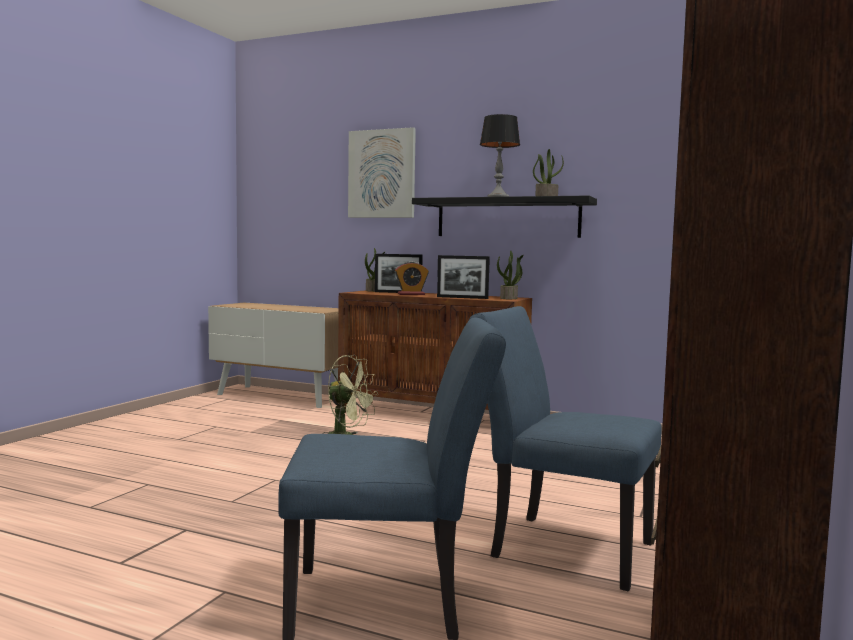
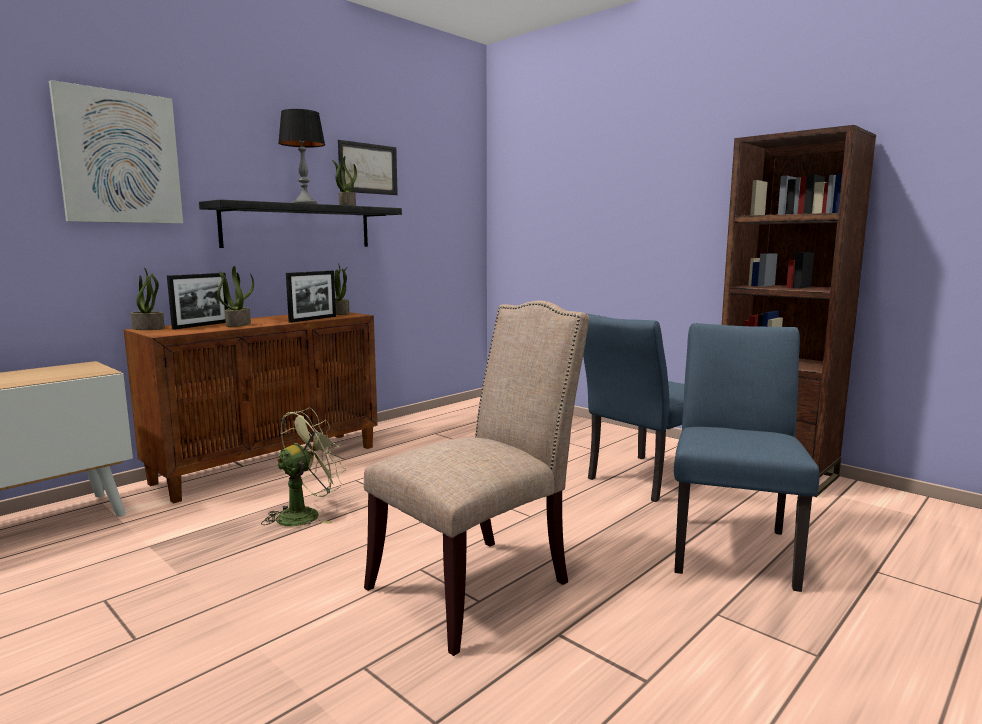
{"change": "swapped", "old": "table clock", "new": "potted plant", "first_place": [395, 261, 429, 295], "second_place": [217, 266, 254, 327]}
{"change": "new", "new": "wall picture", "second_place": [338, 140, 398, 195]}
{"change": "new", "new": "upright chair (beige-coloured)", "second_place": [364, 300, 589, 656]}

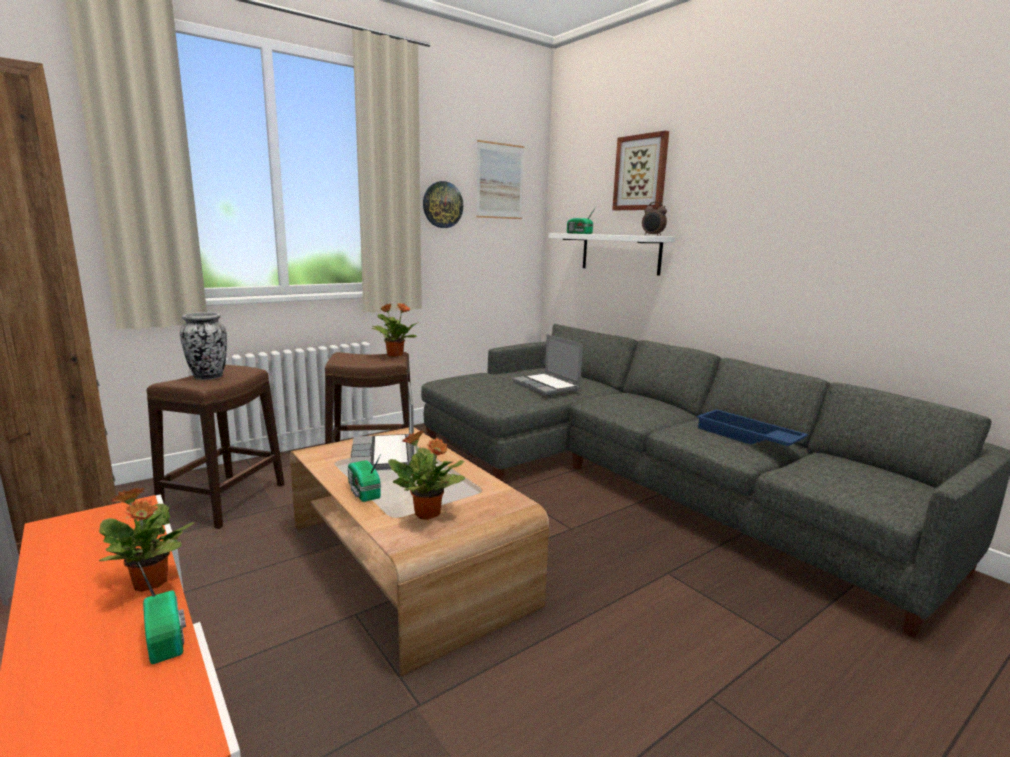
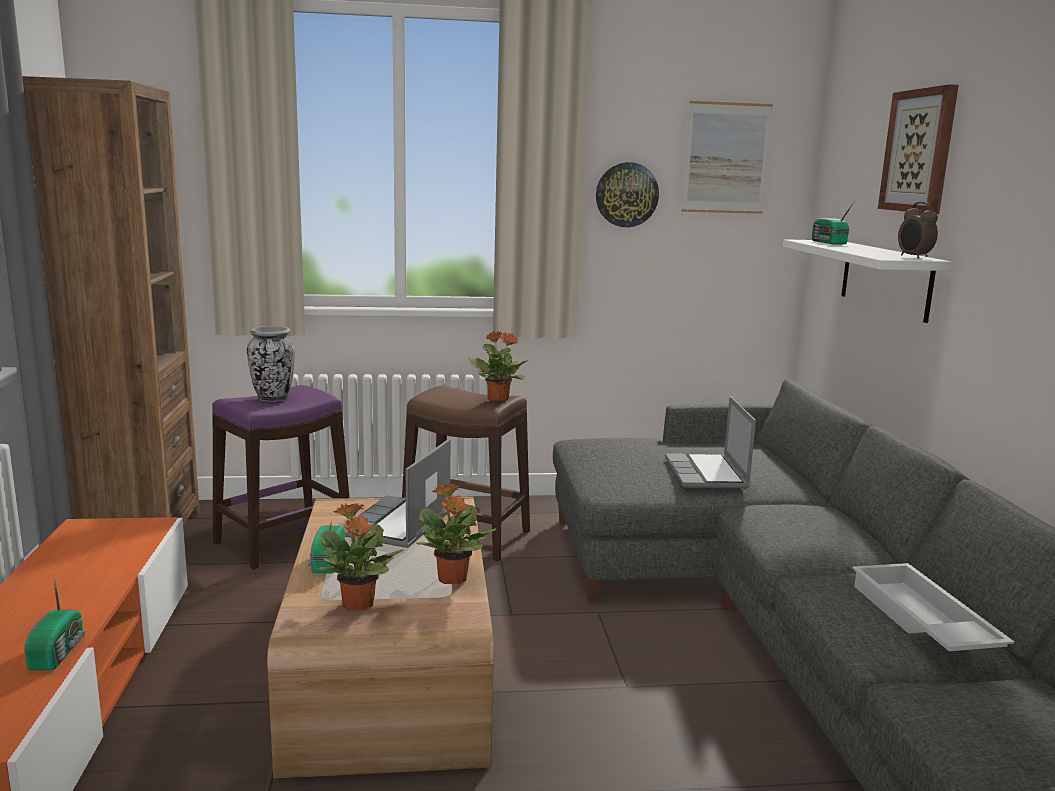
{"change": "shifted", "old": "potted plant", "first_place": [99, 488, 194, 592], "second_place": [416, 484, 496, 584]}
{"change": "repainted", "old": "sitting stool (brownish)", "new": "sitting stool (purple-coloured)", "first_place": [147, 365, 284, 529], "second_place": [212, 385, 349, 570]}
{"change": "repainted", "old": "tray (blue)", "new": "tray (white)", "first_place": [697, 409, 808, 446], "second_place": [852, 563, 1014, 651]}

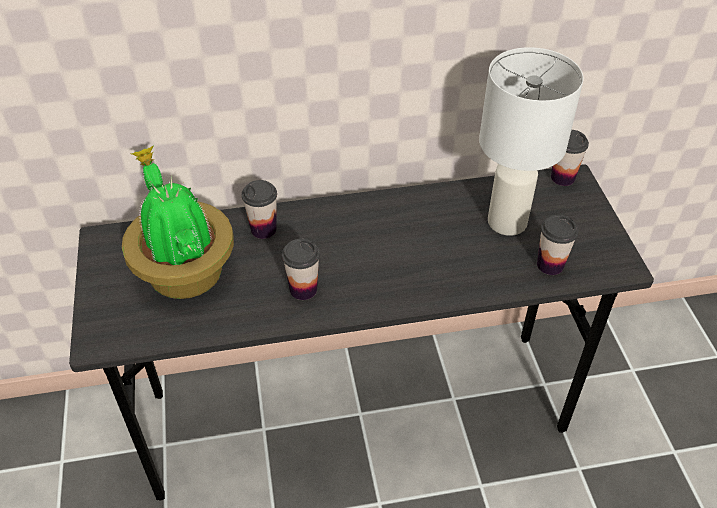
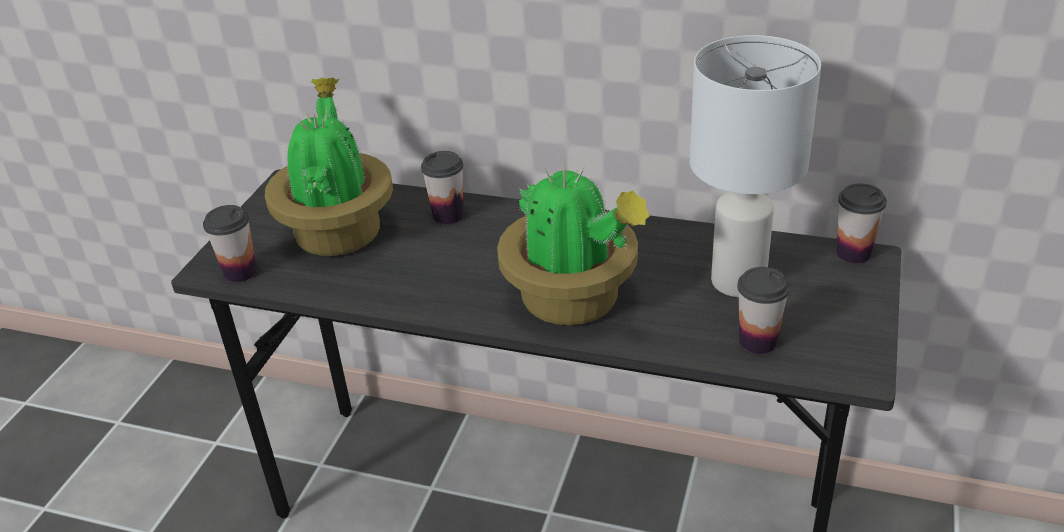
{"change": "shifted", "old": "cup", "first_place": [282, 239, 320, 300], "second_place": [203, 205, 257, 282]}
{"change": "new", "new": "potted plant", "second_place": [497, 156, 650, 325]}

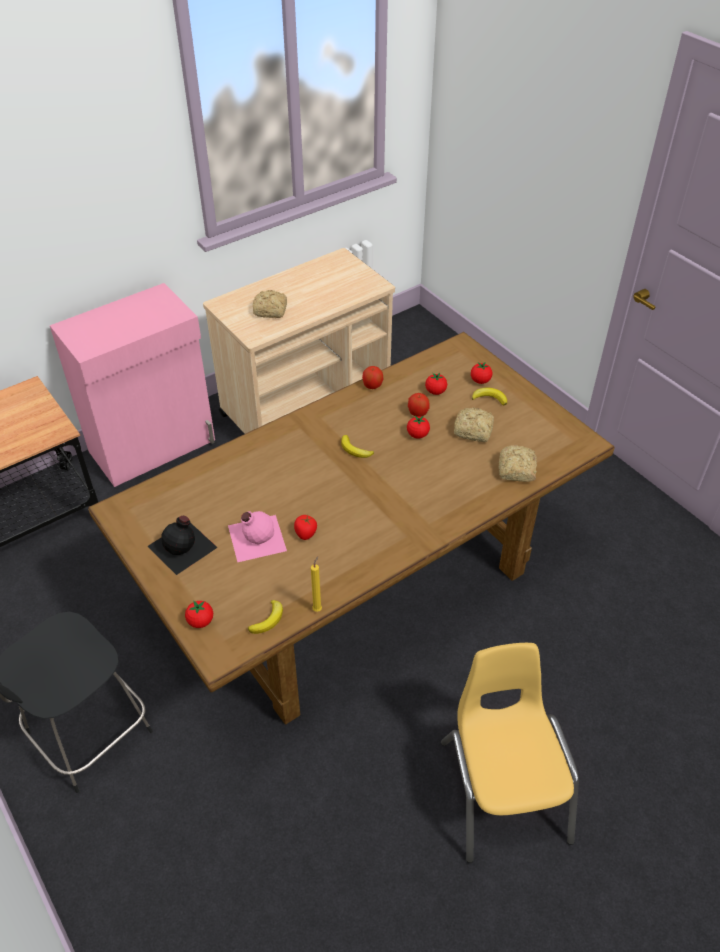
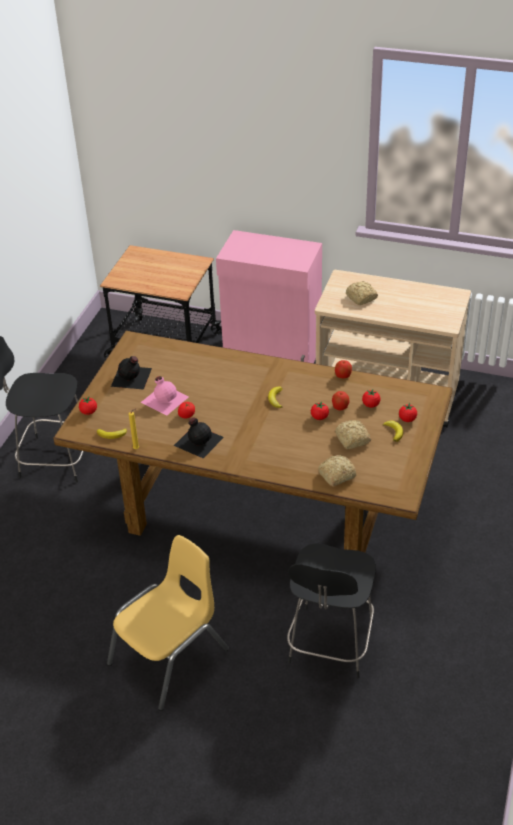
{"change": "new", "new": "bottle (black-coloured)", "second_place": [174, 417, 224, 458]}
{"change": "new", "new": "sitting stool (black-coloured)", "second_place": [287, 543, 376, 678]}

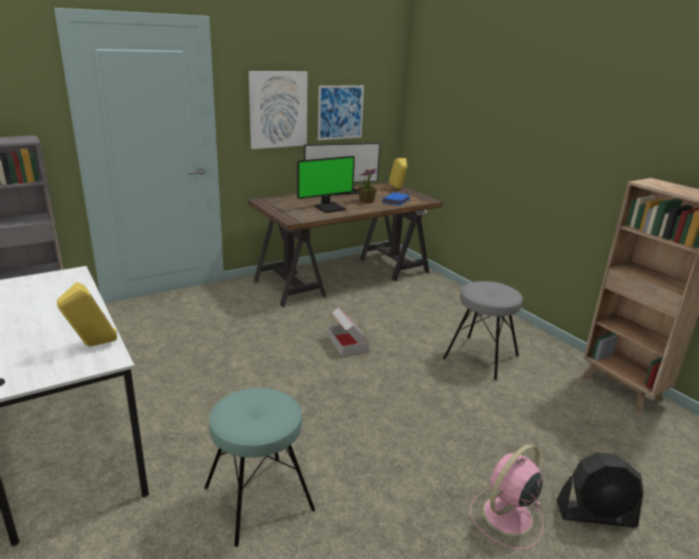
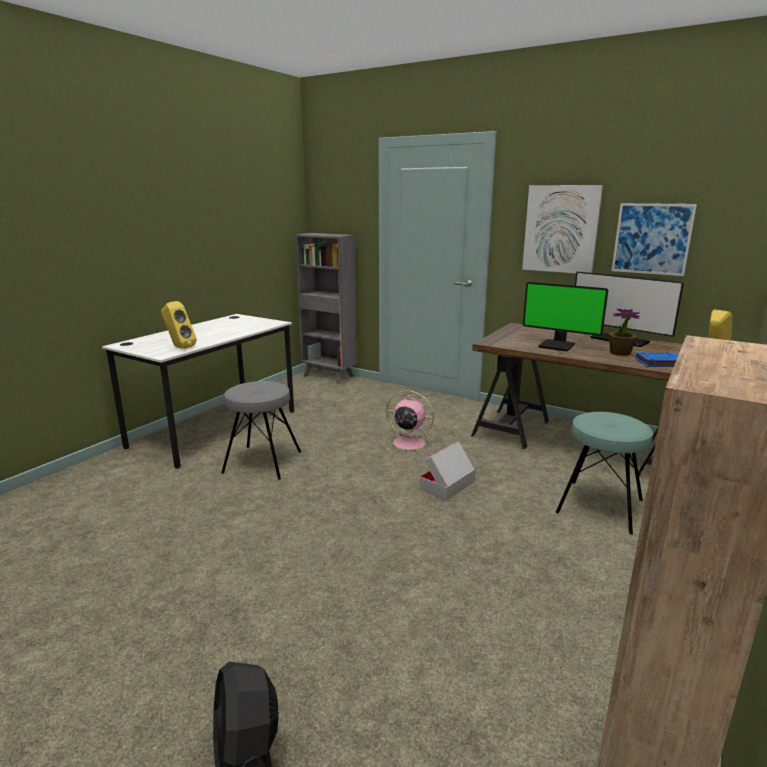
{"change": "shifted", "old": "sitting stool (blue-green)", "first_place": [204, 388, 315, 547], "second_place": [556, 412, 653, 534]}
{"change": "shifted", "old": "sitting stool (greyish)", "first_place": [443, 281, 523, 380], "second_place": [221, 381, 301, 480]}
{"change": "shifted", "old": "cooling fan (pink-coloured)", "first_place": [470, 444, 543, 549], "second_place": [384, 390, 434, 453]}

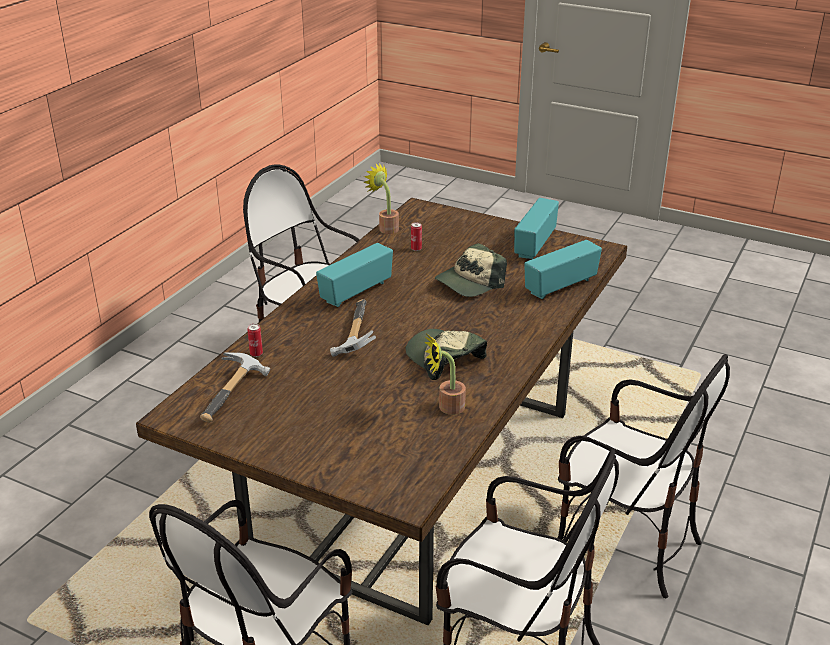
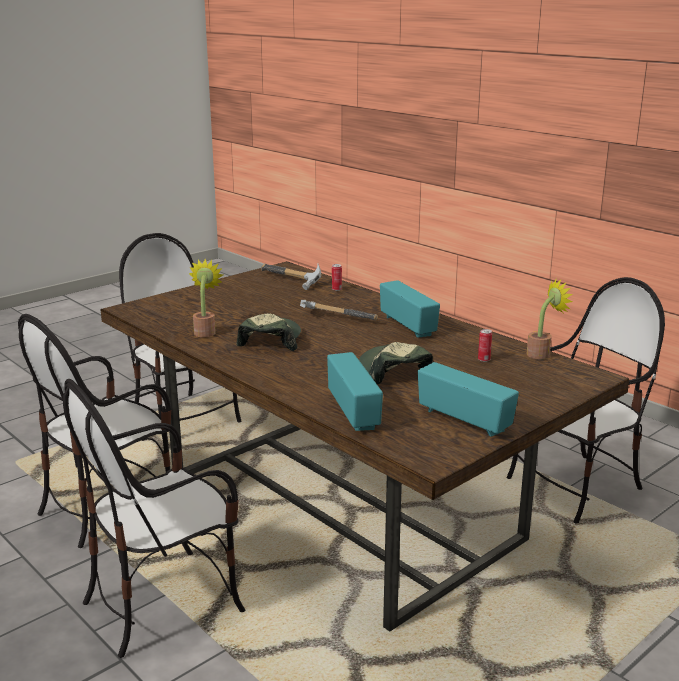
{"change": "rotated", "old": "peaked cap", "first_place": [406, 329, 487, 380], "second_place": [237, 313, 301, 351], "degrees": -60}

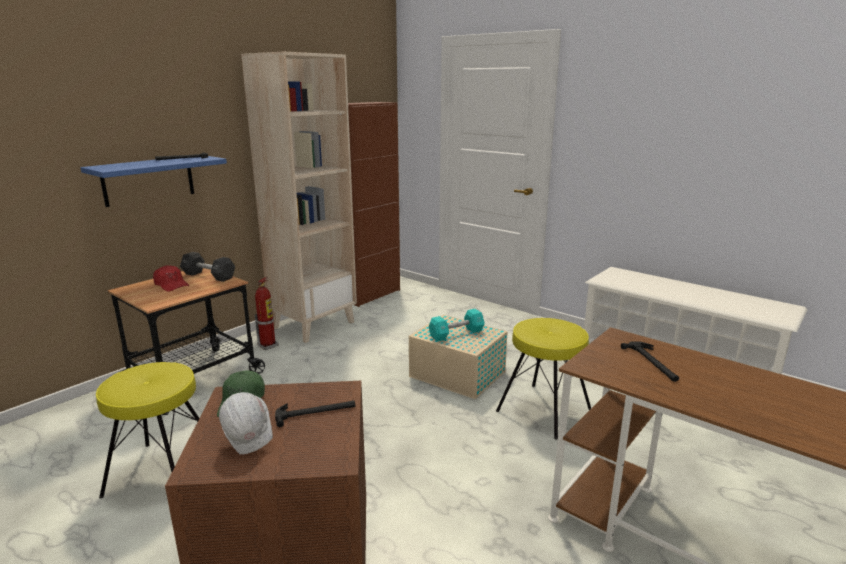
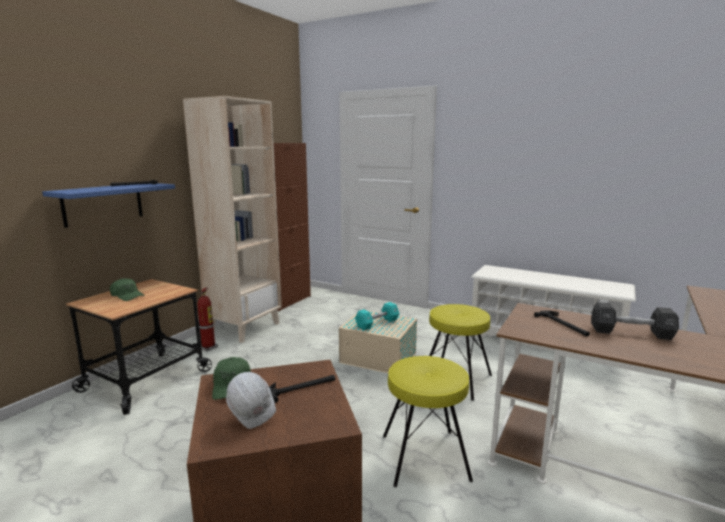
{"change": "shifted", "old": "sitting stool (yellow)", "first_place": [96, 362, 199, 499], "second_place": [383, 356, 473, 487]}
{"change": "repainted", "old": "peaked cap (red-coloured)", "new": "peaked cap (green)", "first_place": [153, 265, 189, 292], "second_place": [110, 278, 145, 301]}
{"change": "shifted", "old": "dumbbell (black-coloured)", "first_place": [180, 252, 235, 282], "second_place": [591, 302, 679, 340]}

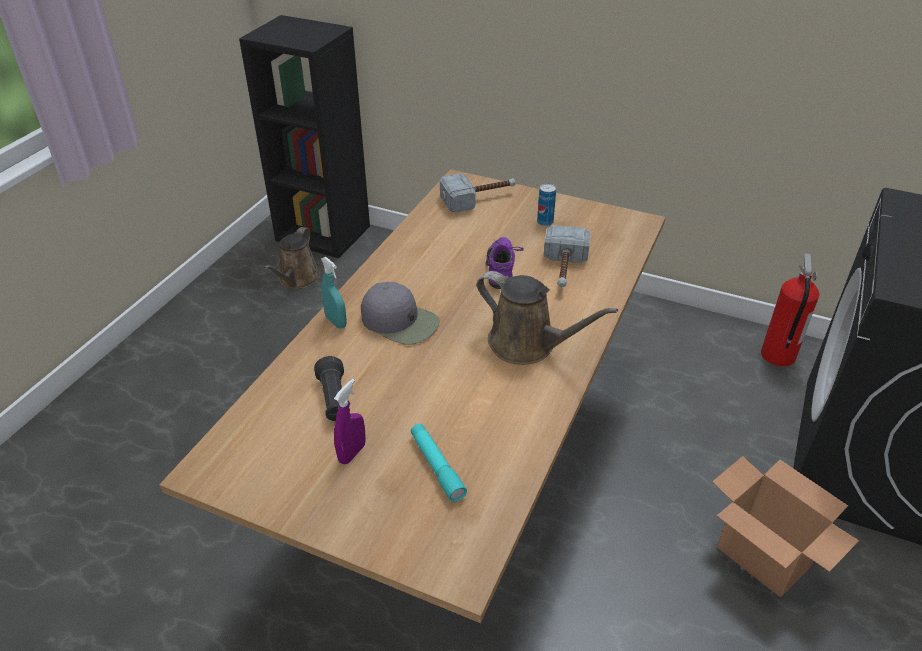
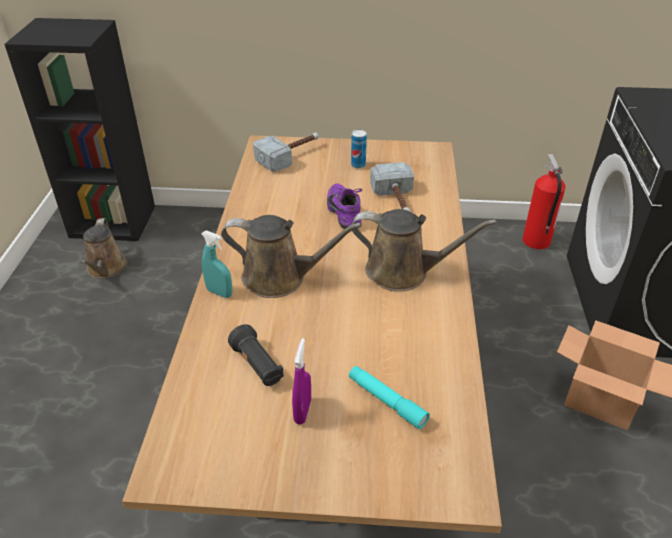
{"change": "swapped", "old": "peaked cap (greyish)", "new": "watering can (brownish)", "first_place": [361, 282, 440, 345], "second_place": [221, 215, 362, 298]}

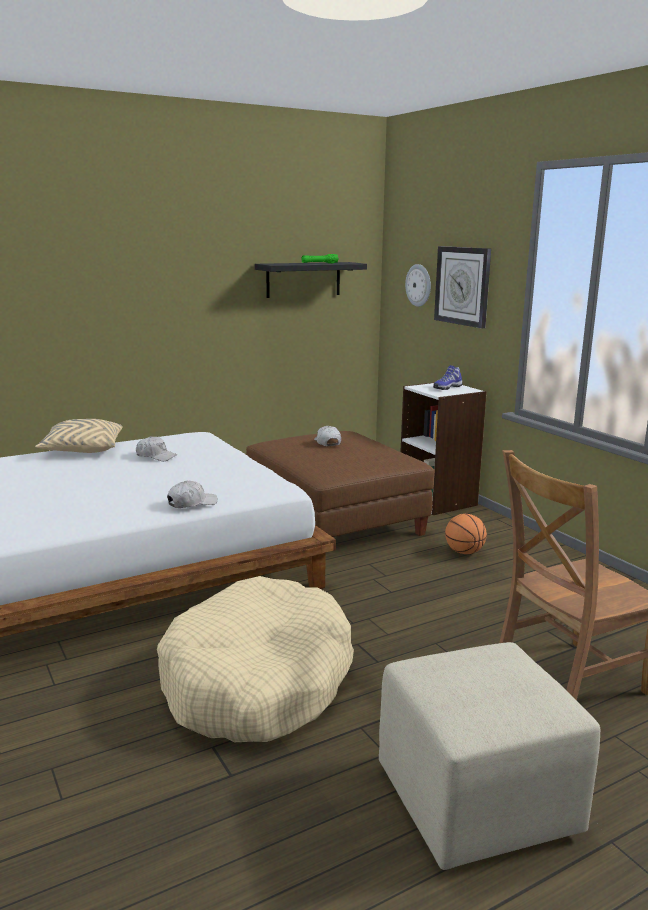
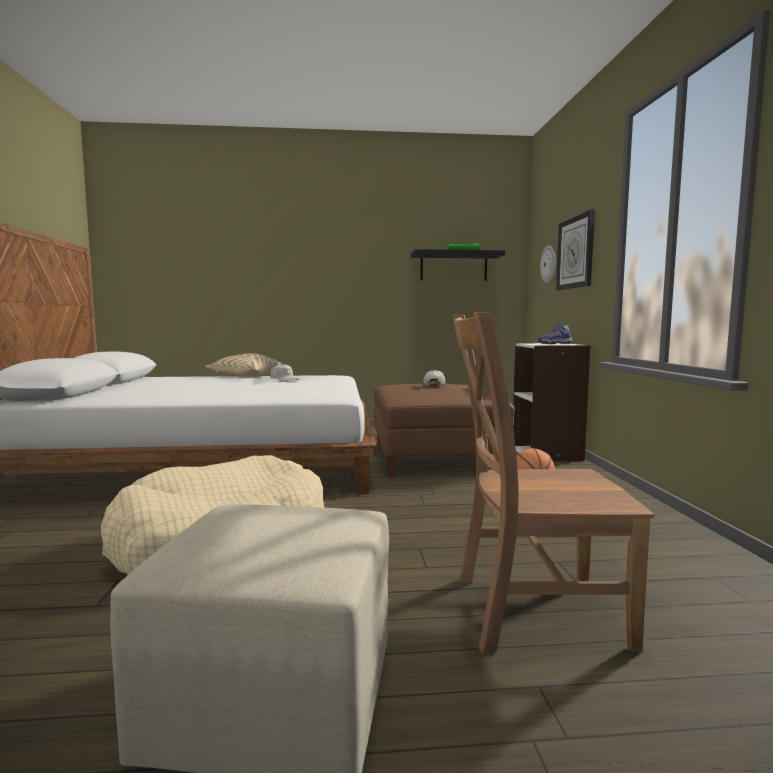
{"change": "gone", "old": "peaked cap (white)", "first_place": [167, 480, 218, 508]}

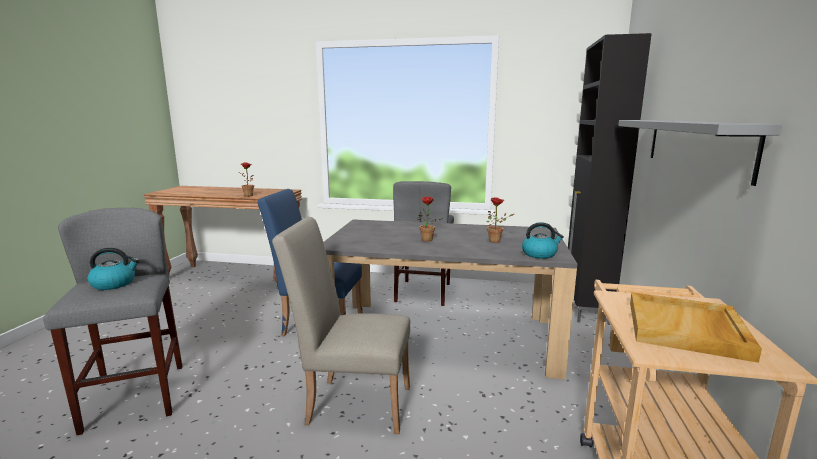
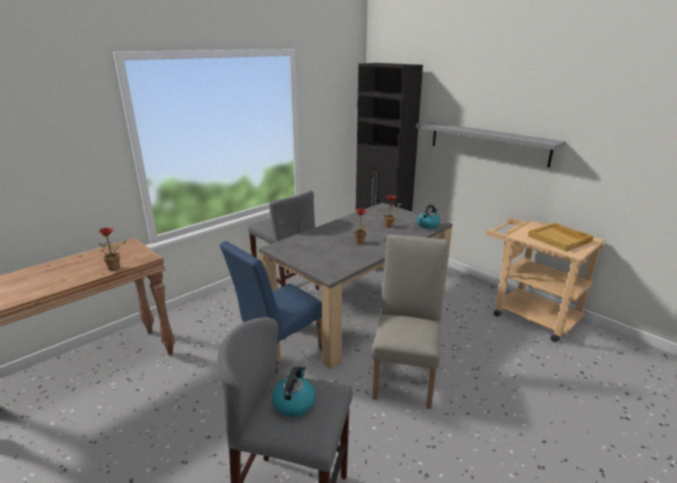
{"change": "rotated", "old": "upright chair (beige-coloured)", "first_place": [272, 217, 410, 434], "second_place": [372, 235, 448, 409], "degrees": 150}

